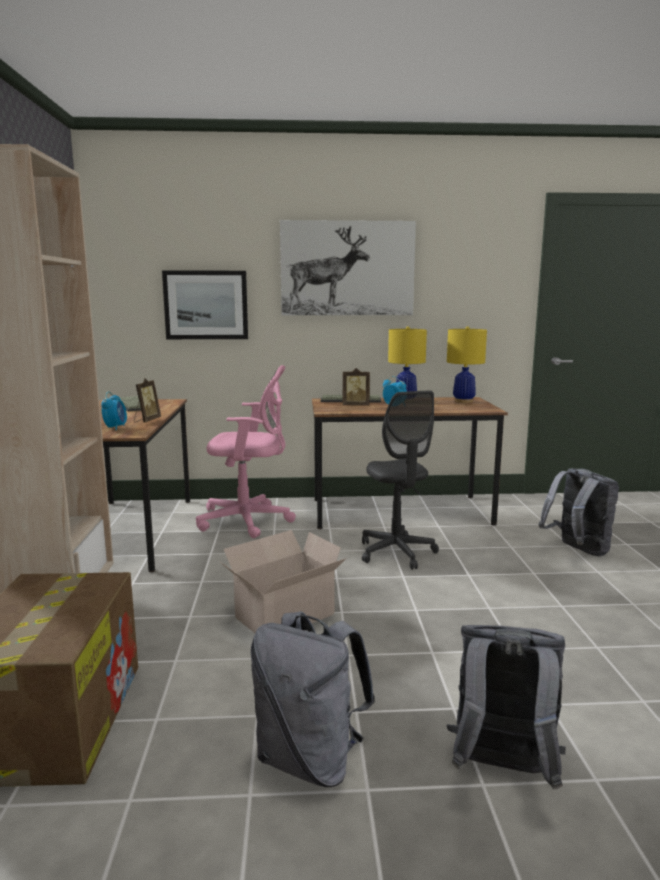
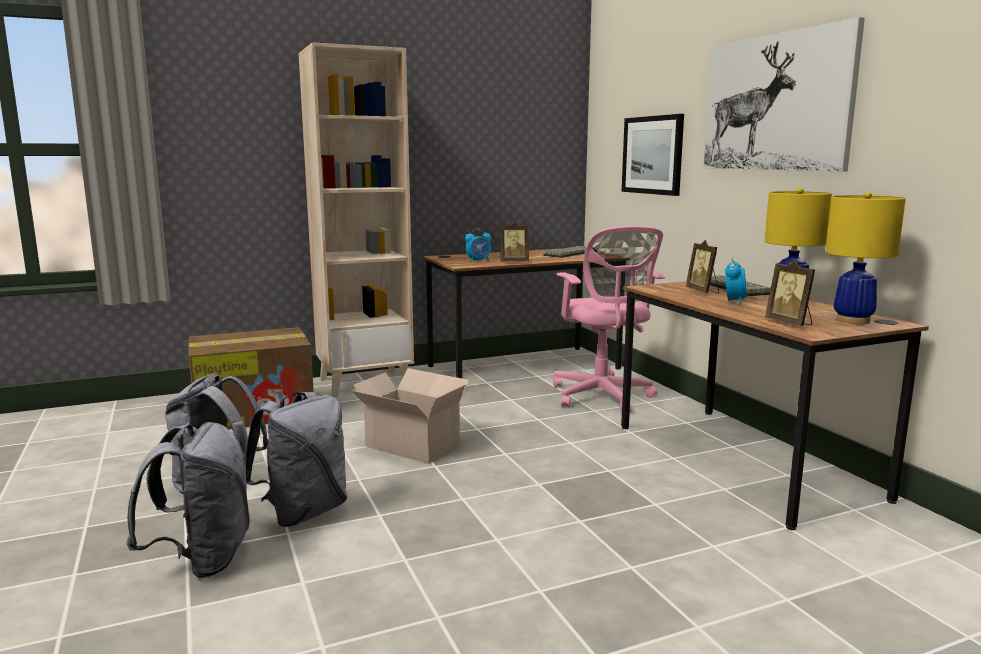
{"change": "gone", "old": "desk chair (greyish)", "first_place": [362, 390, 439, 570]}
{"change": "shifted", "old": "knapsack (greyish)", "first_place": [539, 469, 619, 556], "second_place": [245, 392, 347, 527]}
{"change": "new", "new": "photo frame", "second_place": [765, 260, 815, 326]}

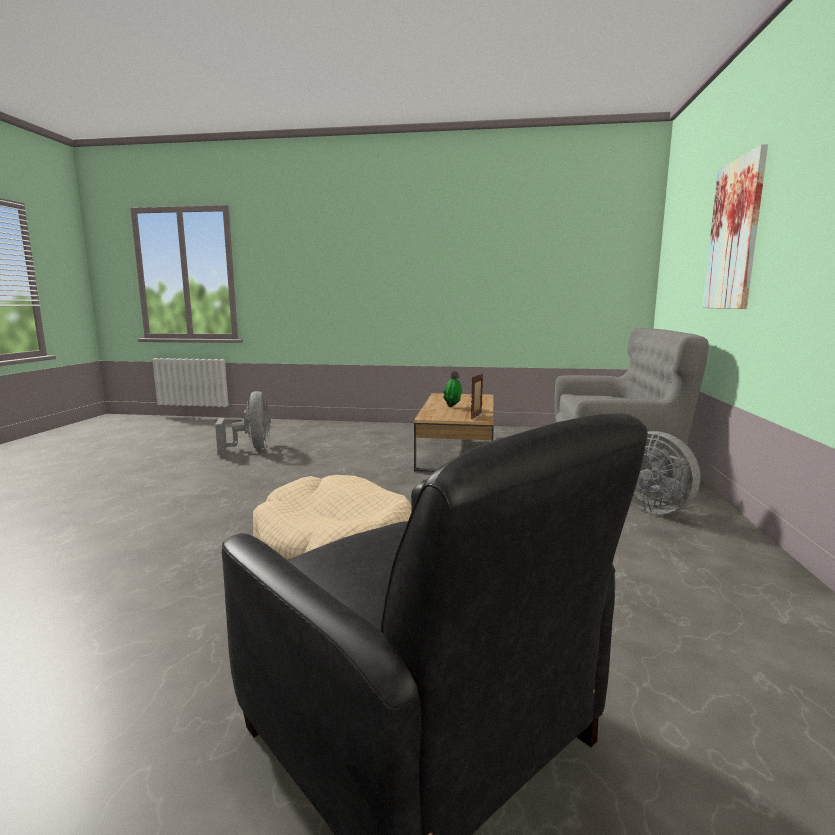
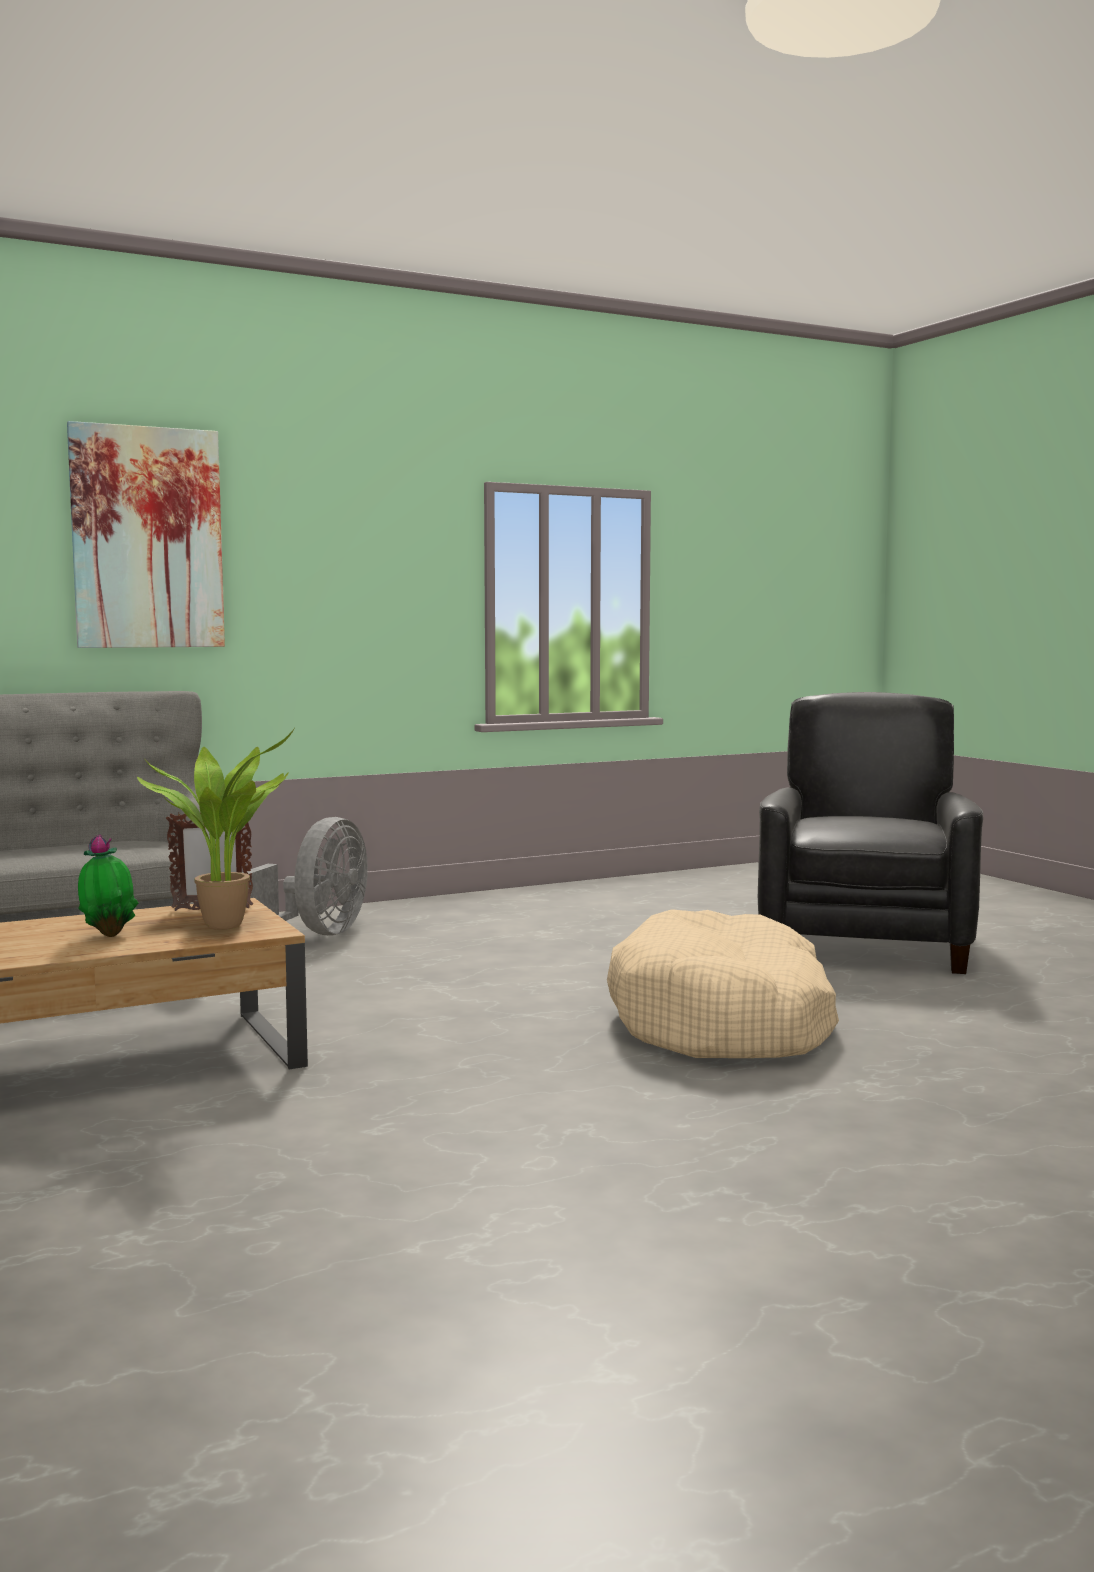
{"change": "gone", "old": "cooling fan (greyish)", "first_place": [215, 391, 271, 455]}
{"change": "new", "new": "potted plant", "second_place": [137, 728, 295, 930]}

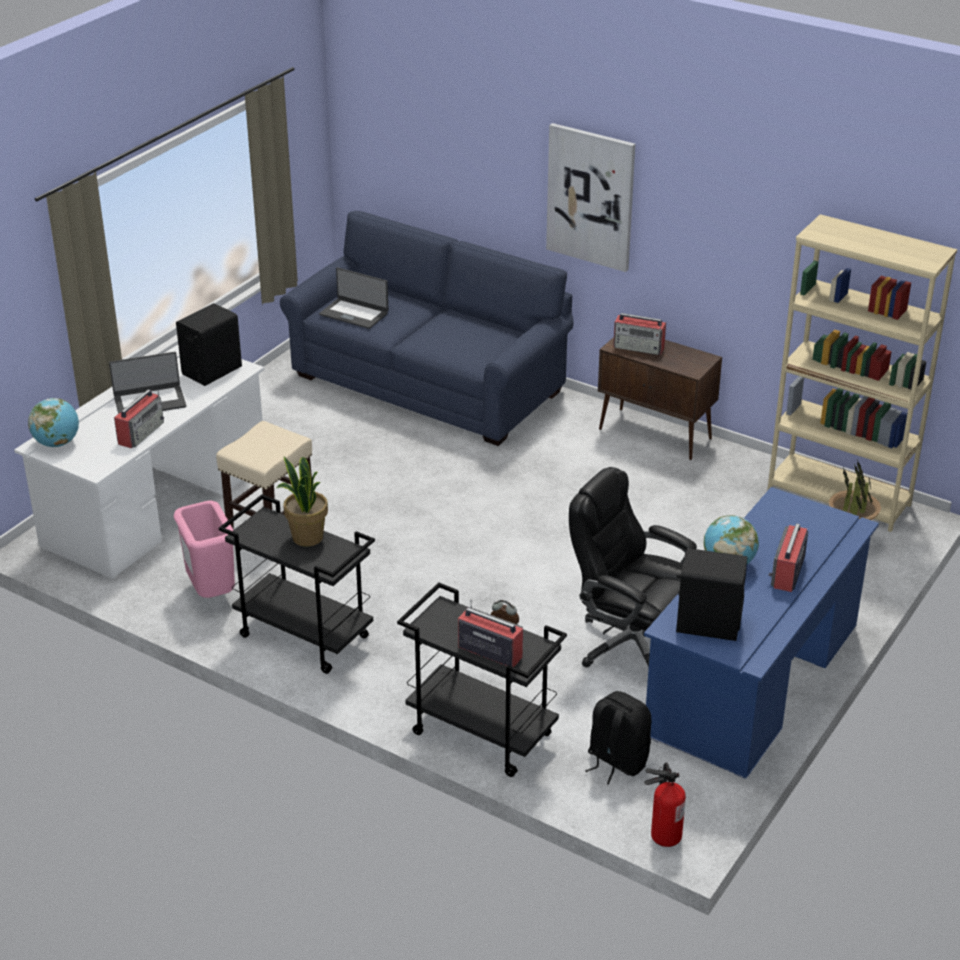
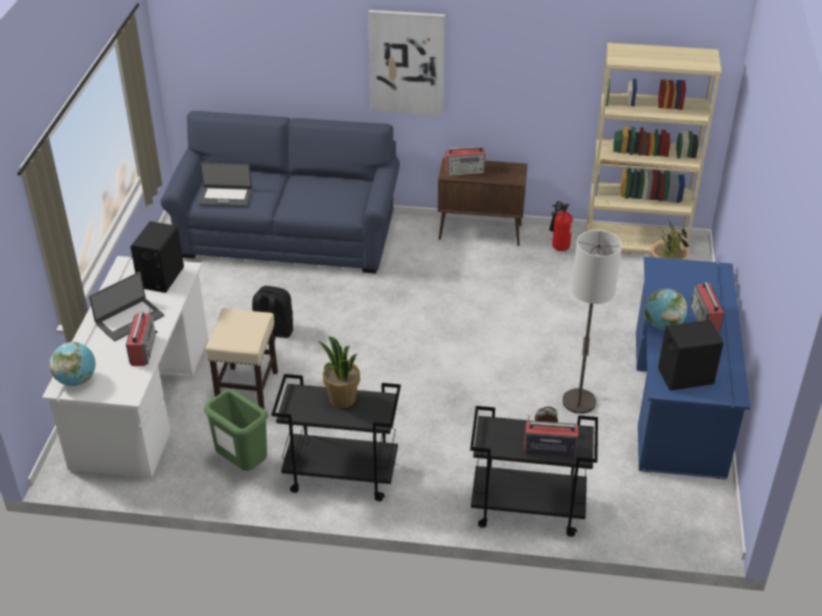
{"change": "repainted", "old": "trash can (pink-coloured)", "new": "trash can (green)", "first_place": [174, 501, 235, 598], "second_place": [204, 389, 268, 471]}
{"change": "swapped", "old": "desk chair (black-coloured)", "new": "floor lamp", "first_place": [569, 467, 697, 668], "second_place": [563, 230, 622, 414]}
{"change": "shifted", "old": "knapsack (black-coloured)", "first_place": [585, 691, 651, 785], "second_place": [252, 286, 293, 343]}
{"change": "shifted", "old": "fire extinguisher", "first_place": [644, 763, 686, 847], "second_place": [549, 201, 573, 251]}

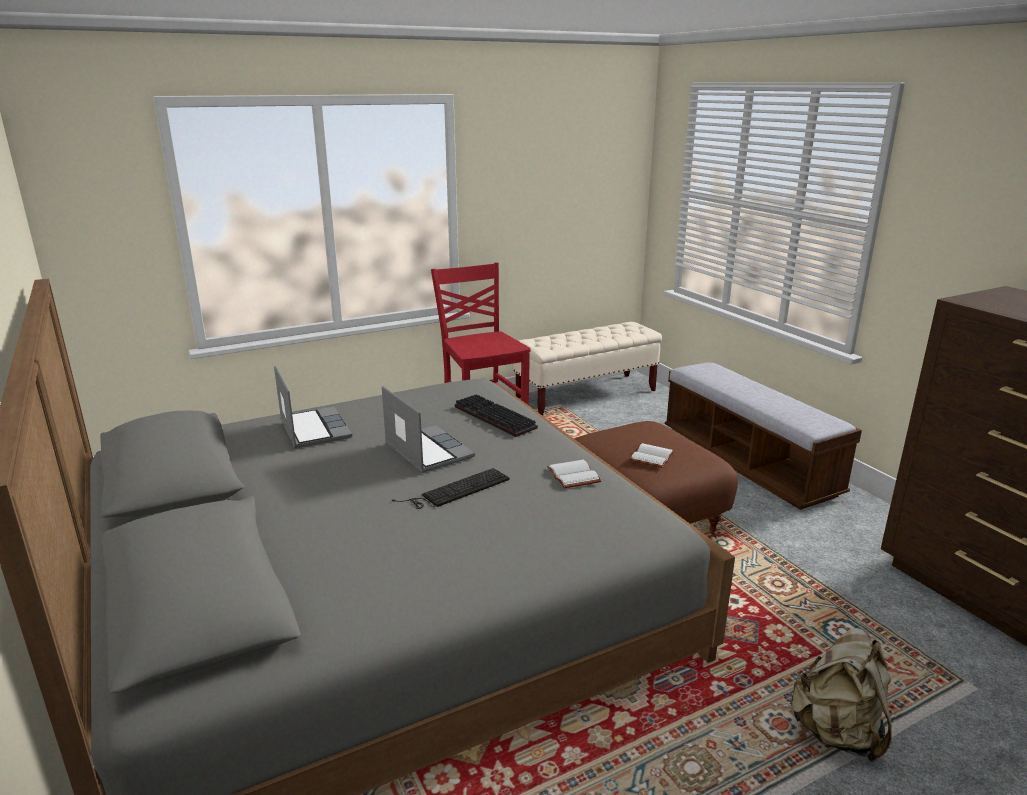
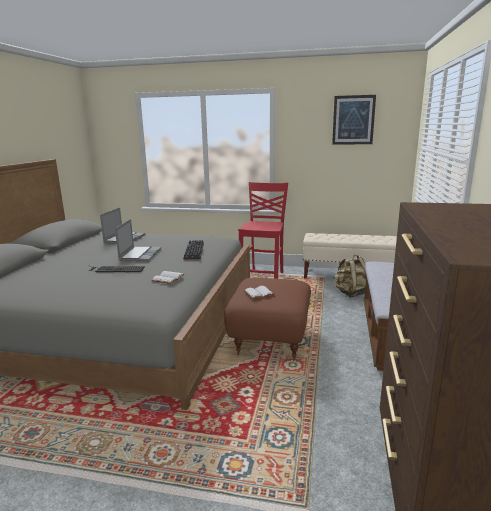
{"change": "shifted", "old": "knapsack (beige-coloured)", "first_place": [789, 628, 892, 762], "second_place": [334, 255, 366, 297]}
{"change": "new", "new": "wall picture", "second_place": [332, 95, 376, 145]}

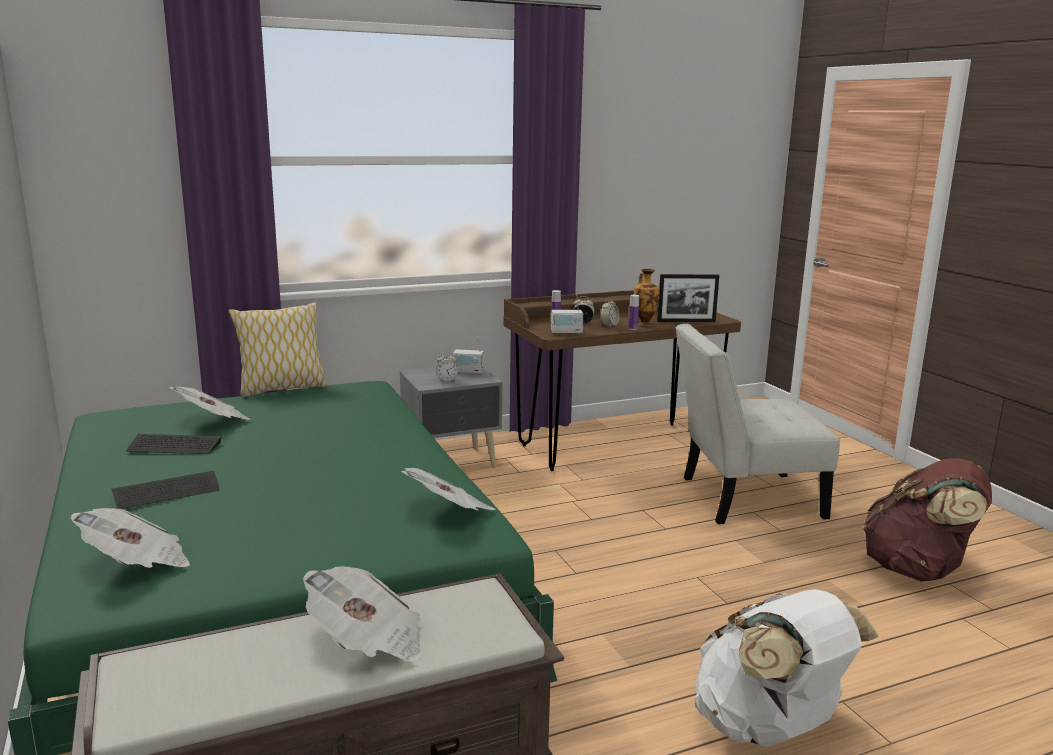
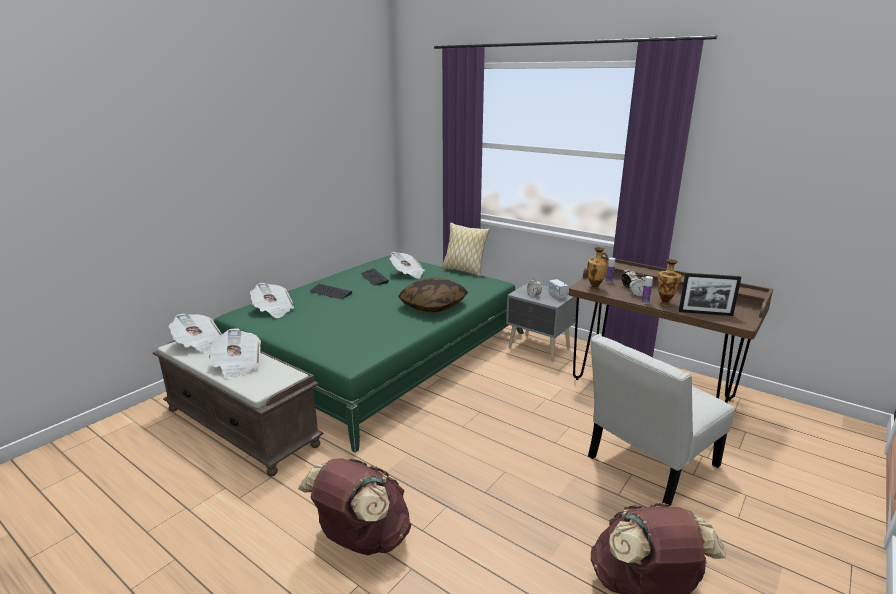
{"change": "shifted", "old": "printed paper", "first_place": [401, 468, 495, 511], "second_place": [169, 313, 222, 353]}
{"change": "swapped", "old": "radio", "new": "vase", "first_place": [551, 294, 583, 334], "second_place": [587, 247, 608, 291]}
{"change": "rotated", "old": "photo frame", "first_place": [657, 274, 719, 322], "second_place": [679, 273, 741, 316], "degrees": -45}
{"change": "rotated", "old": "upright chair (white)", "first_place": [675, 324, 840, 524], "second_place": [588, 334, 735, 506], "degrees": -90}
{"change": "repainted", "old": "knapsack (white)", "new": "knapsack (brownish)", "first_place": [695, 589, 879, 747], "second_place": [298, 458, 411, 555]}
{"change": "new", "new": "cushion", "second_place": [398, 278, 468, 313]}

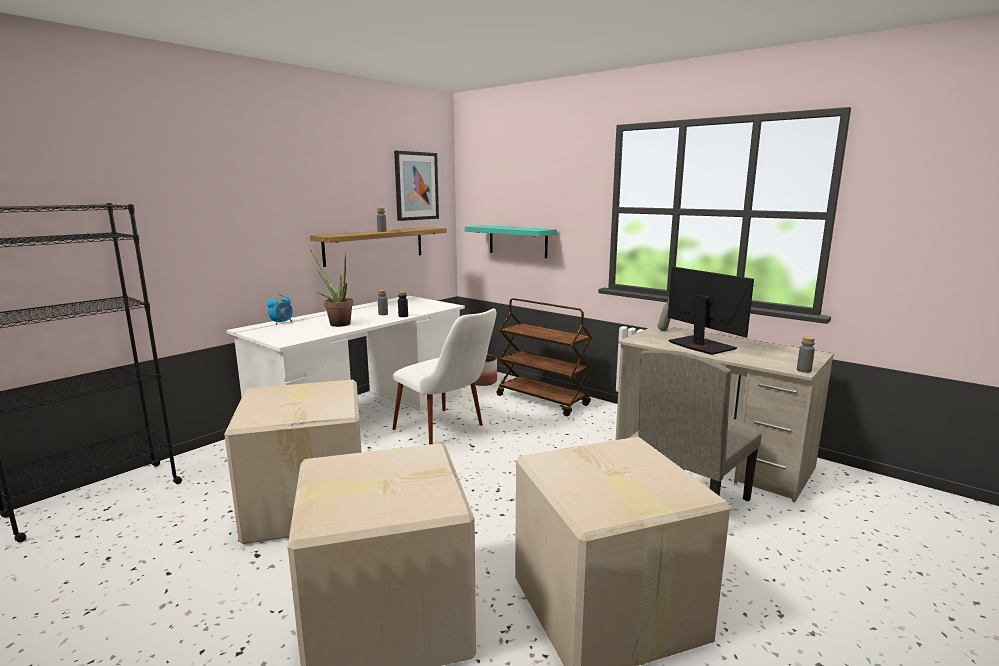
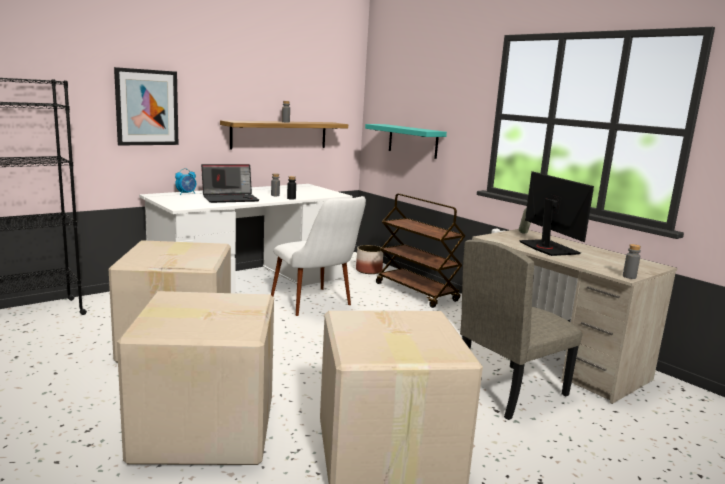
{"change": "swapped", "old": "potted plant", "new": "notebook computer", "first_place": [310, 249, 353, 327], "second_place": [201, 164, 259, 203]}
{"change": "shifted", "old": "wall picture", "first_place": [394, 151, 439, 221], "second_place": [114, 67, 178, 146]}

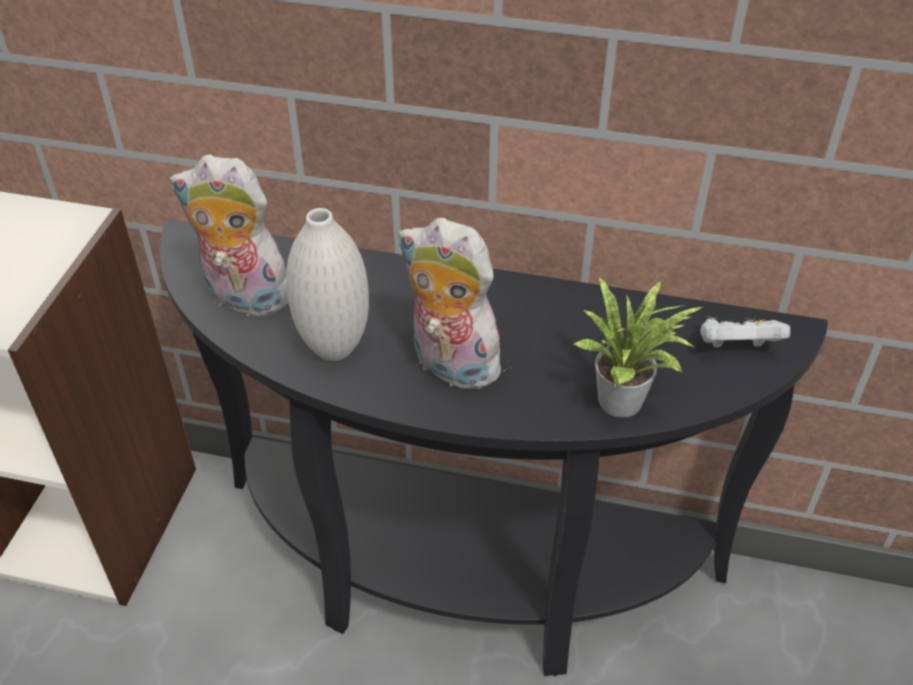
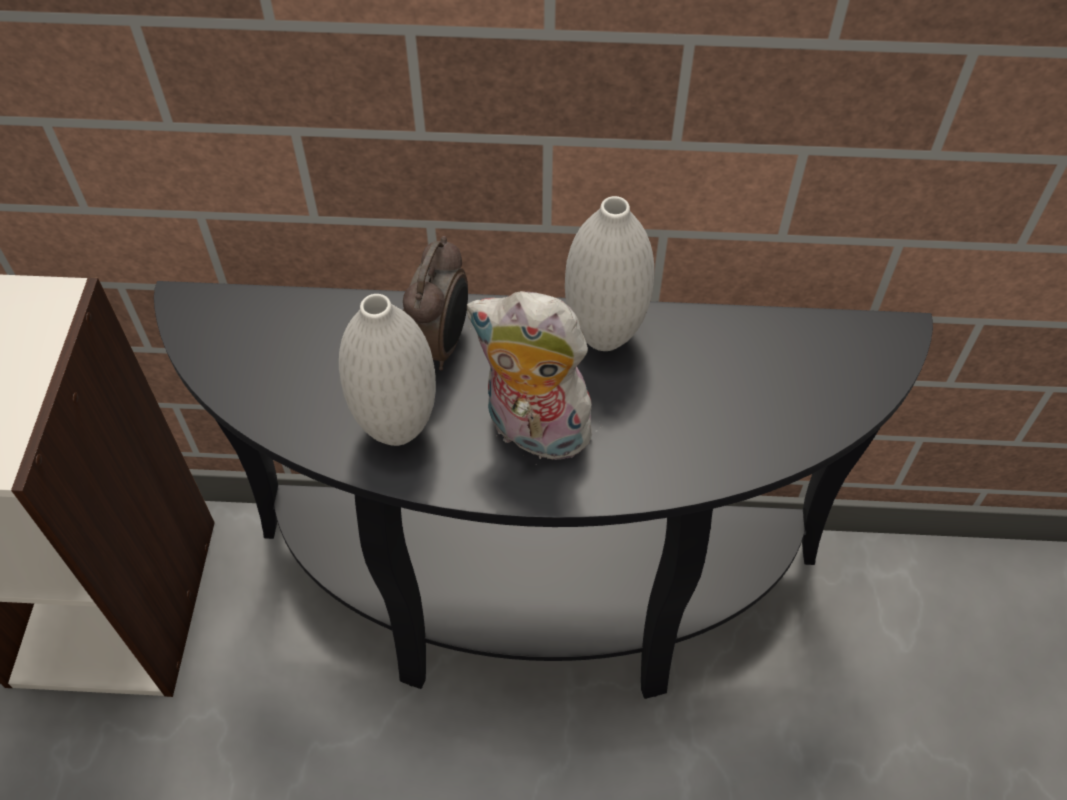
{"change": "gone", "old": "soft toy", "first_place": [170, 154, 289, 316]}
{"change": "gone", "old": "potted plant", "first_place": [573, 277, 702, 418]}
{"change": "gone", "old": "joypad (white)", "first_place": [701, 315, 790, 348]}
{"change": "new", "new": "table clock", "second_place": [403, 236, 468, 371]}
{"change": "new", "new": "vase (white)", "second_place": [565, 196, 654, 351]}

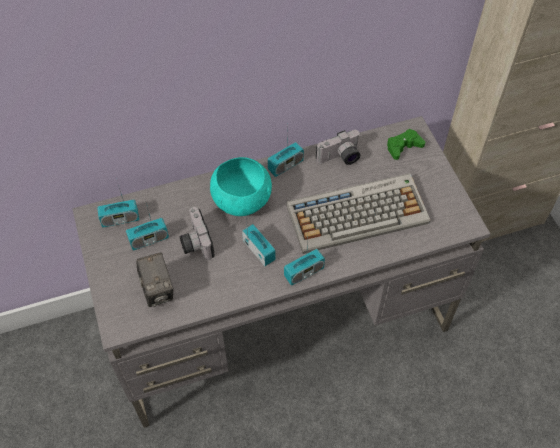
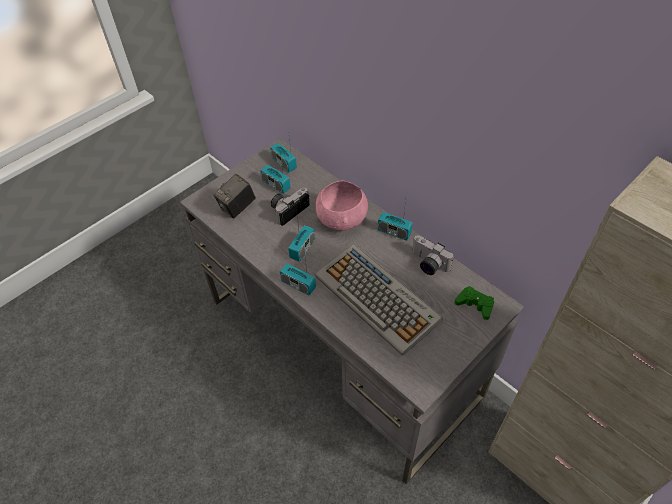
{"change": "repainted", "old": "bowl (blue-green)", "new": "bowl (pink-coloured)", "first_place": [210, 157, 272, 216], "second_place": [316, 181, 368, 231]}

